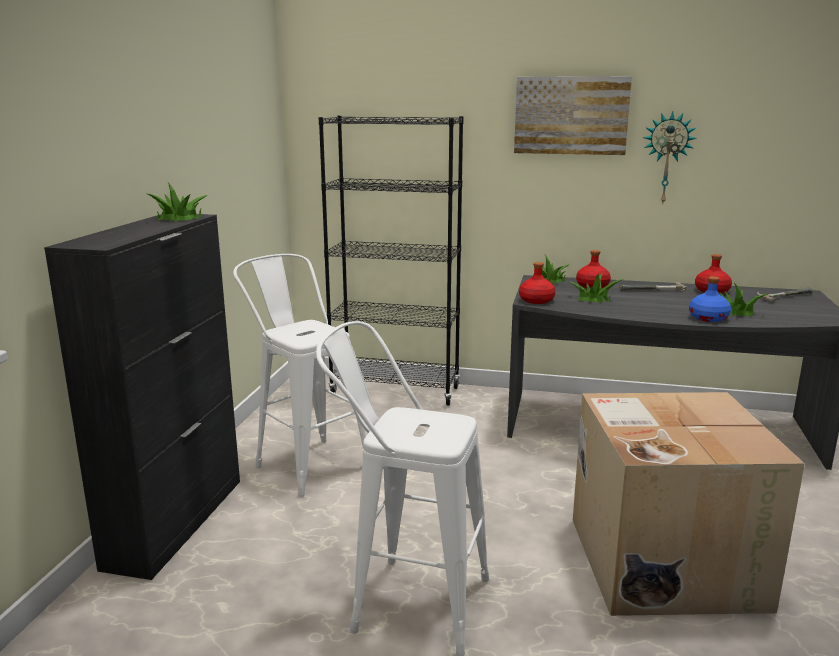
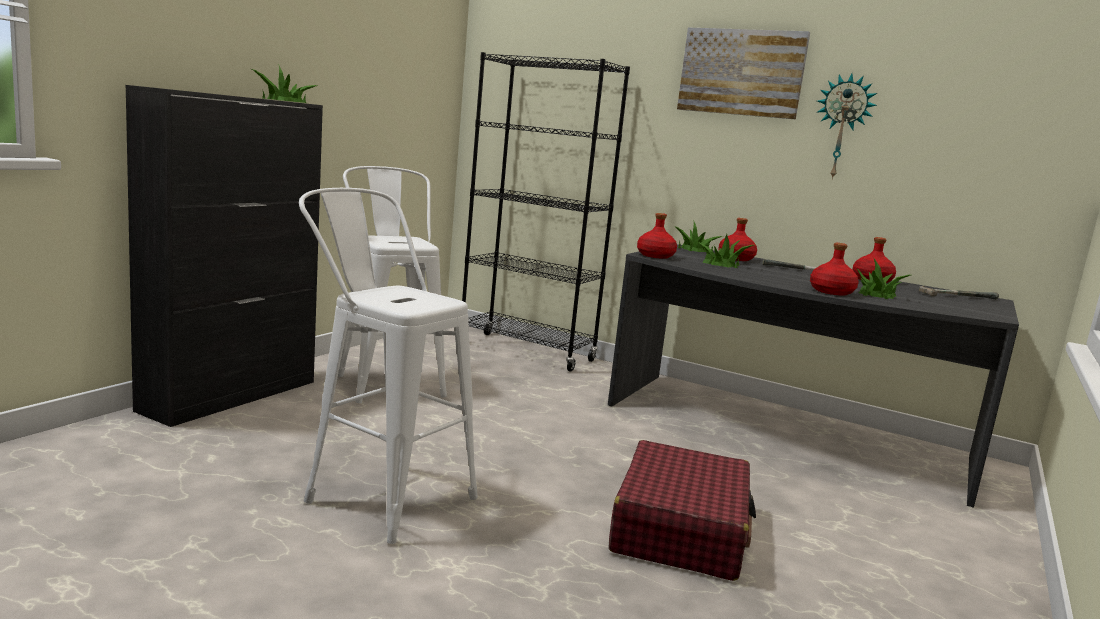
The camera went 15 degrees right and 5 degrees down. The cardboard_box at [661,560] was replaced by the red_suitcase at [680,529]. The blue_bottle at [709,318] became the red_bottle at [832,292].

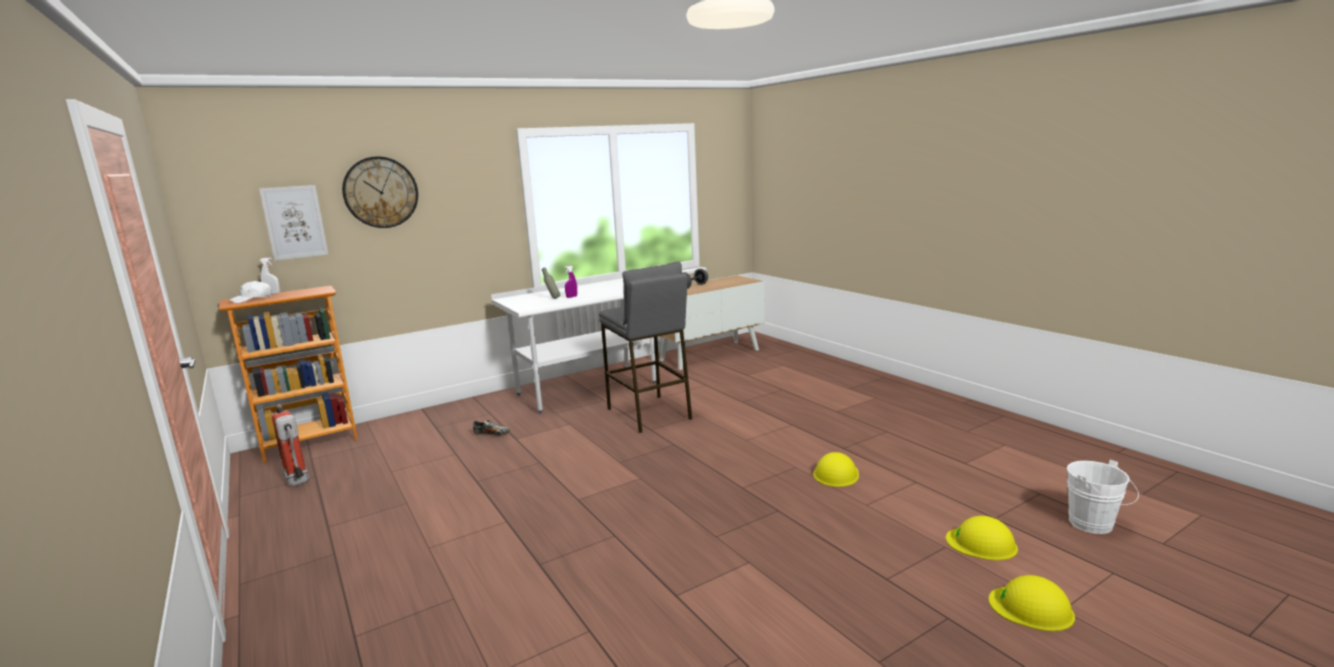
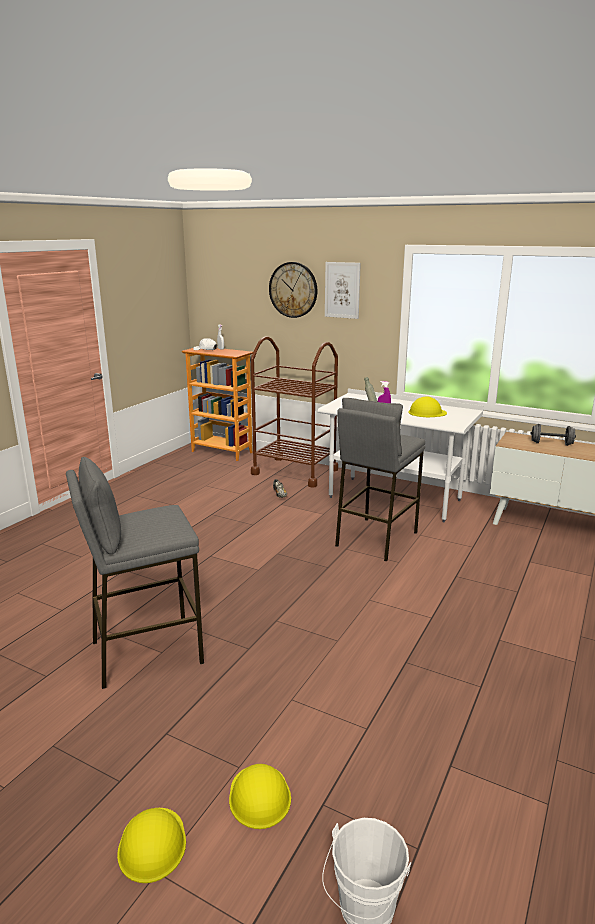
The camera went 60 degrees right and 5 degrees up. The picture moved from [294,222] to [342,290]. The fire_extinguisher at [298,482] disappeared. The yellow_hard_hat moved from [836,474] to [427,412]. The grey_stool at [146,651] appeared. The brown_cart at [295,472] appeared.

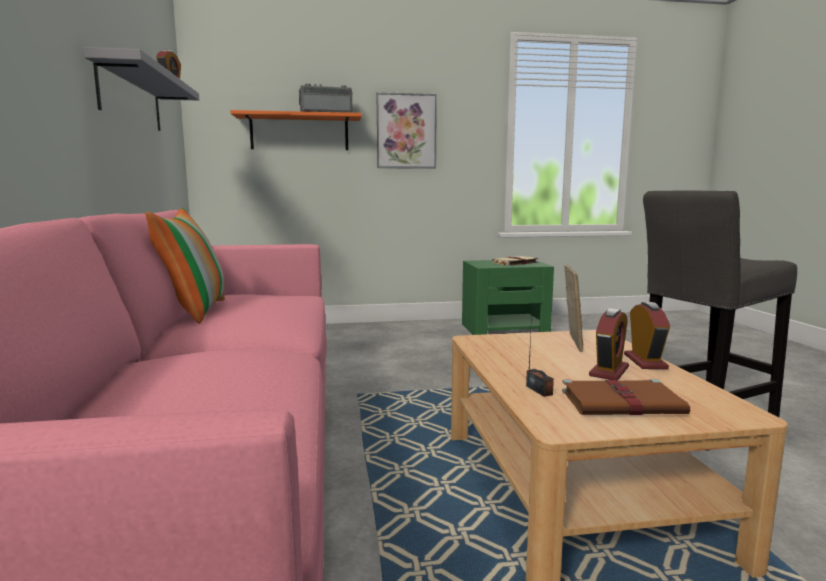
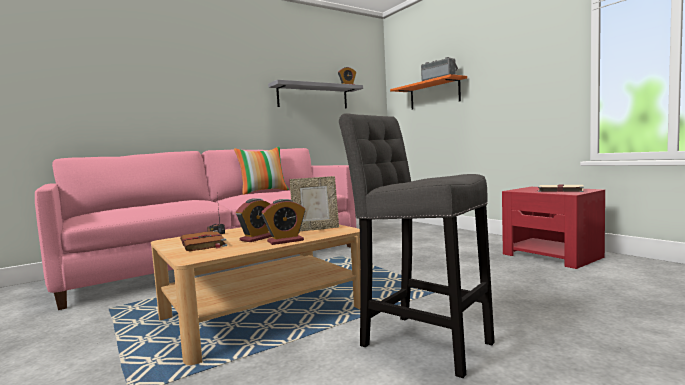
The camera went 65 degrees right and 5 degrees down. The picture at [406,131] disappeared. The green_nightstand at [505,329] became the red_nightstand at [552,255]. The alarm_clock at [609,371] turned 60 degrees counterclockwise.

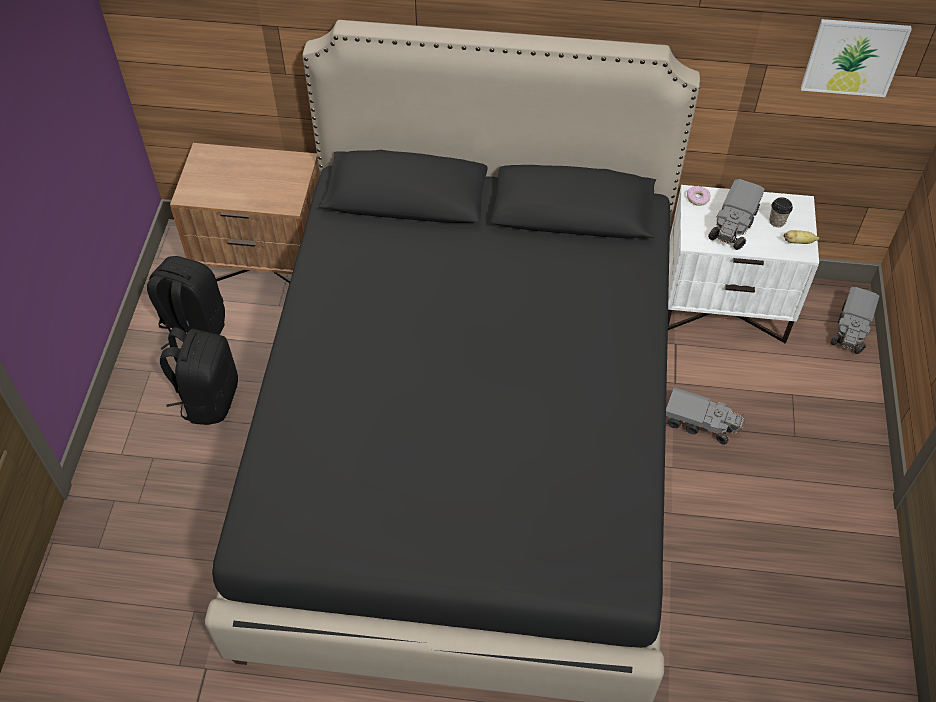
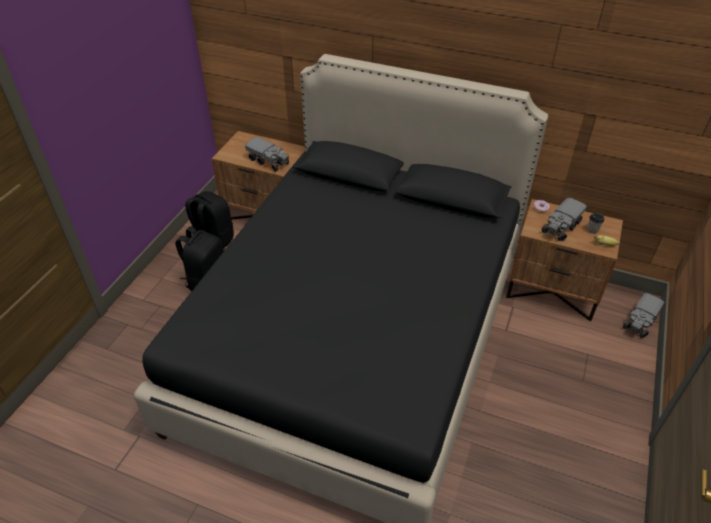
The camera went 15 degrees right and 10 degrees down. The toy_truck moved from [700,423] to [269,161]. The white_nightstand at [724,306] became the brown_nightstand at [552,291]. The picture at [854,57] disappeared.

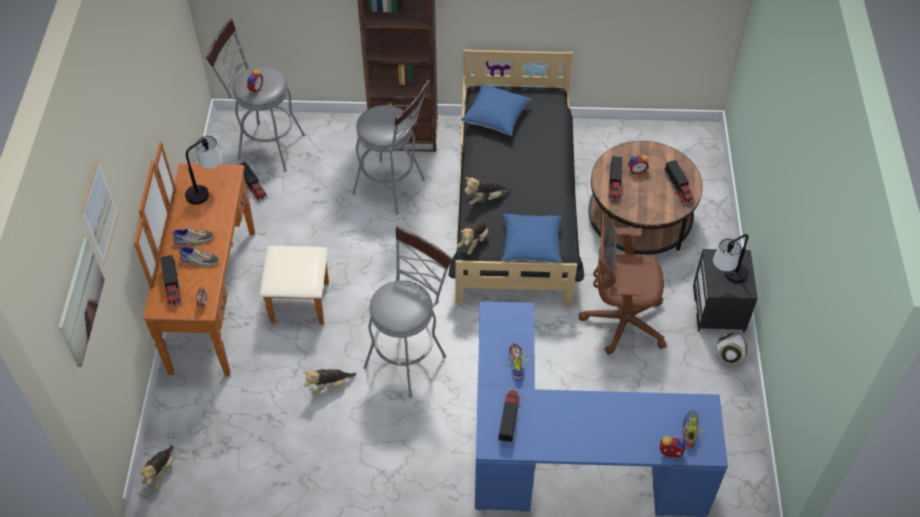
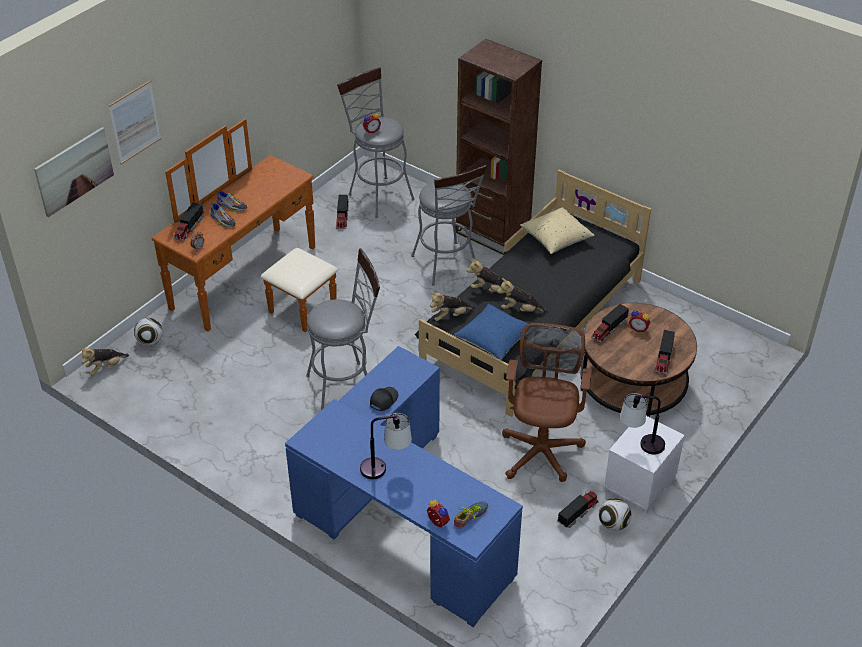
The camera went 35 degrees right and 10 degrees down. The table_lamp moved from [206,189] to [385,468]. The plush_toy moved from [329,386] to [520,310]. The blue_pillow at [496,118] became the beige_pillow at [556,239]. The toy_truck moved from [509,419] to [578,512]. The shoe at [516,363] was replaced by the black_cap at [383,400]. The brown_office_chair at [620,321] turned 60 degrees clockwise. The black_nightstand at [719,309] became the white_nightstand at [640,485]. The football at [150,341] appeared.

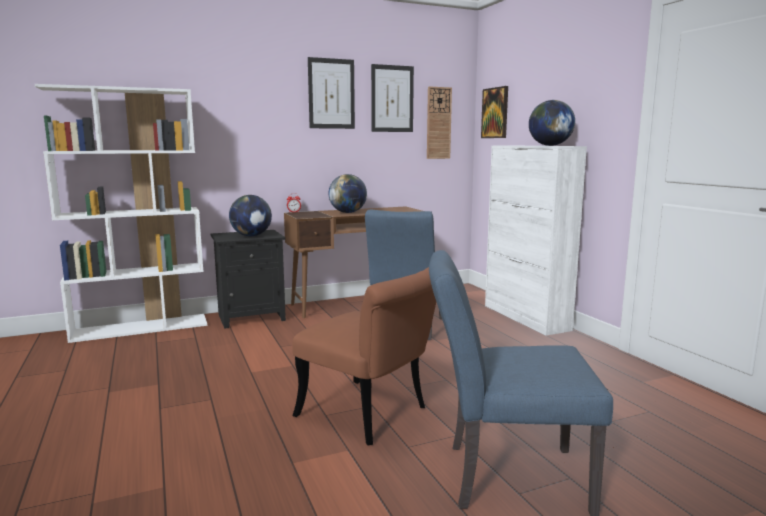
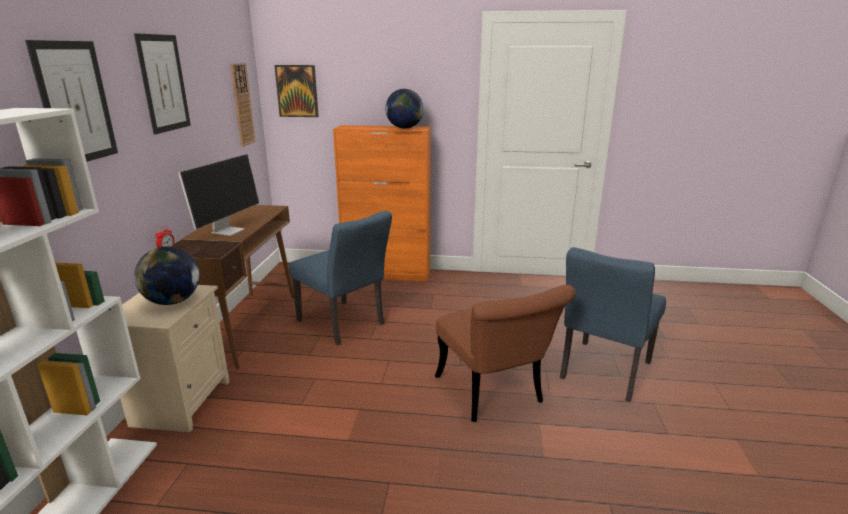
The camera went 60 degrees left and 10 degrees up. The black_nightstand at [252,317] became the beige_nightstand at [181,402]. The brown_chair at [373,415] turned 90 degrees clockwise. The globe at [348,212] was replaced by the monitor at [228,230]. The picture moved from [392,99] to [75,103]. The white_cabinet at [526,317] became the orange_cabinet at [387,274].

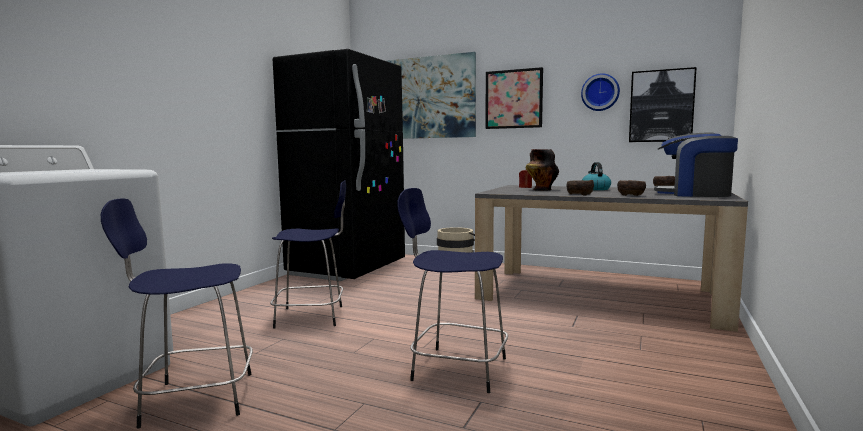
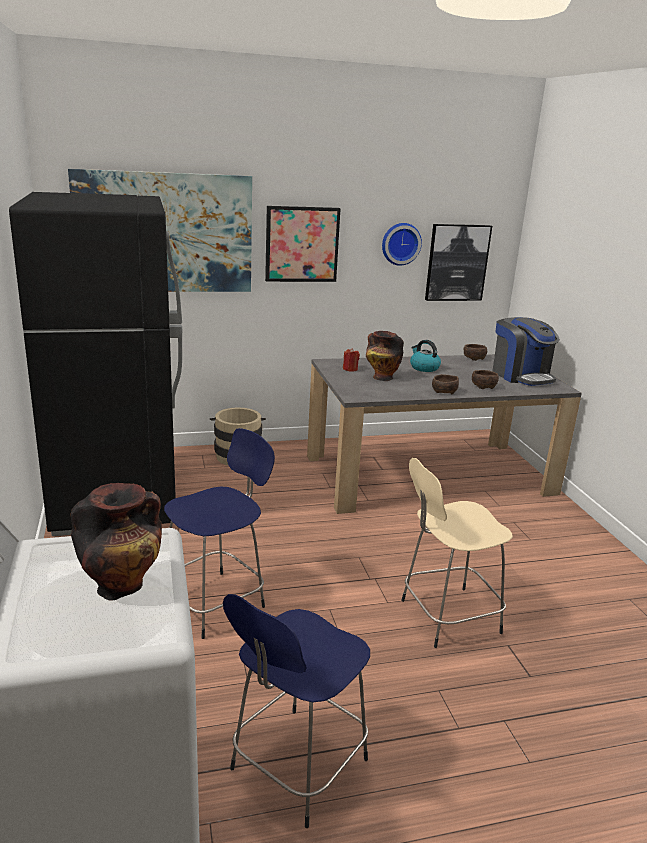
The camera went 40 degrees left and 15 degrees up. The blue_stool at [456,368] became the beige_stool at [446,617]. The coffee_machine at [693,194] turned 105 degrees counterclockwise. The vase at [123,585] appeared.

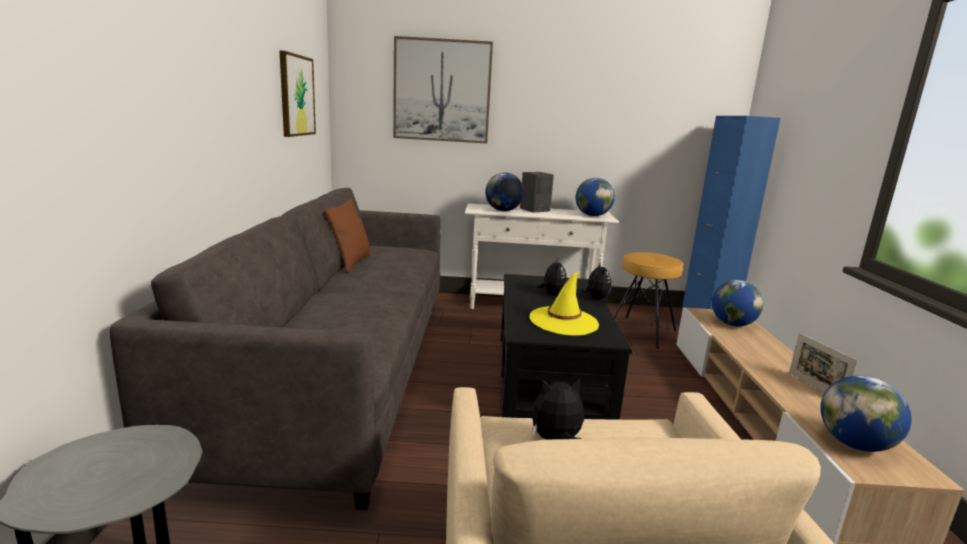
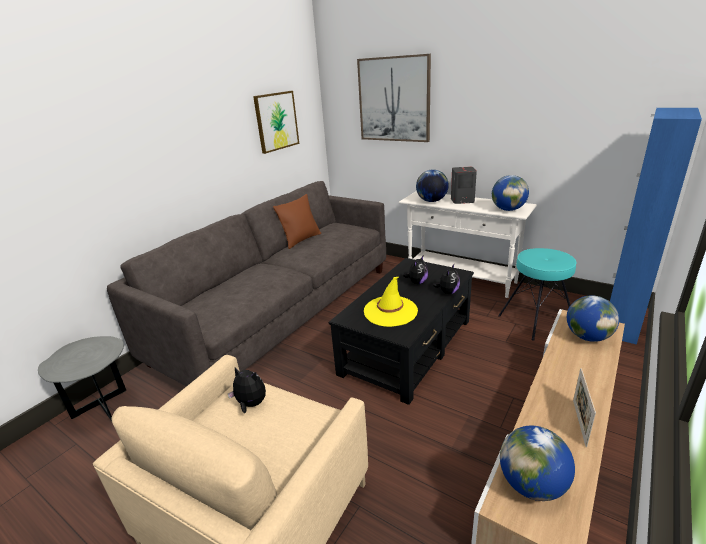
The camera went 35 degrees right and 10 degrees up. The brown_stool at [641,332] became the turquoise_stool at [536,320].

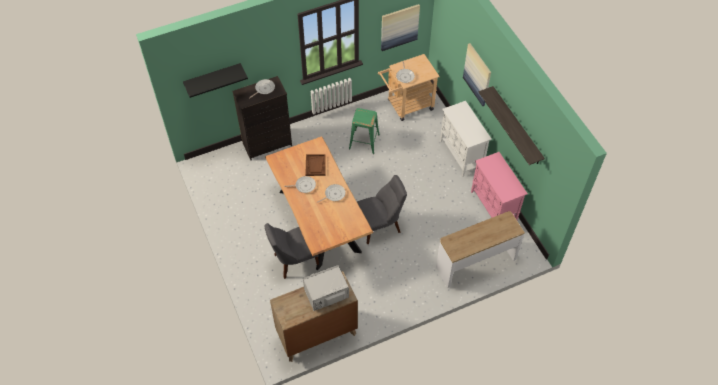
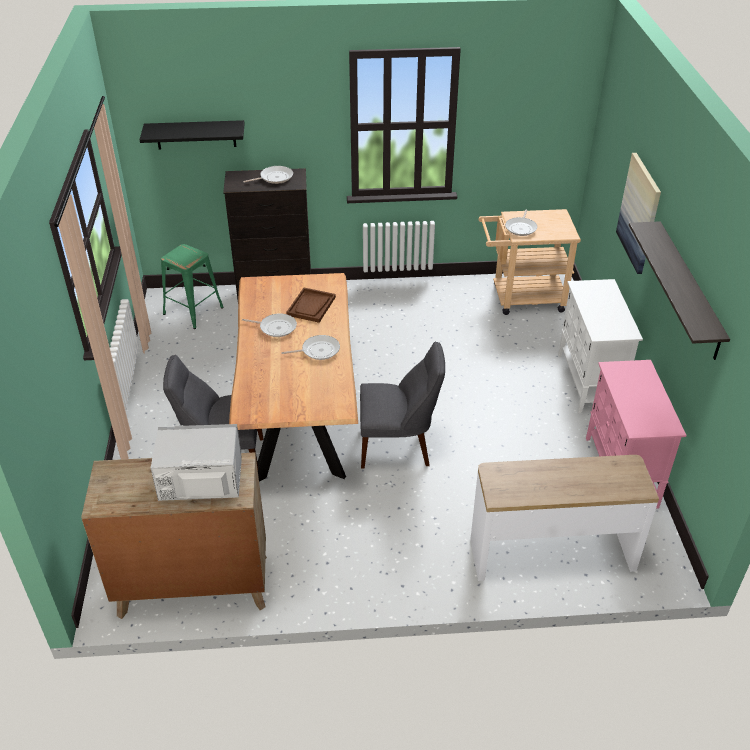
The camera went 20 degrees right and 15 degrees down. The green_stool moved from [364,141] to [193,310]. The picture at [399,27] disappeared.

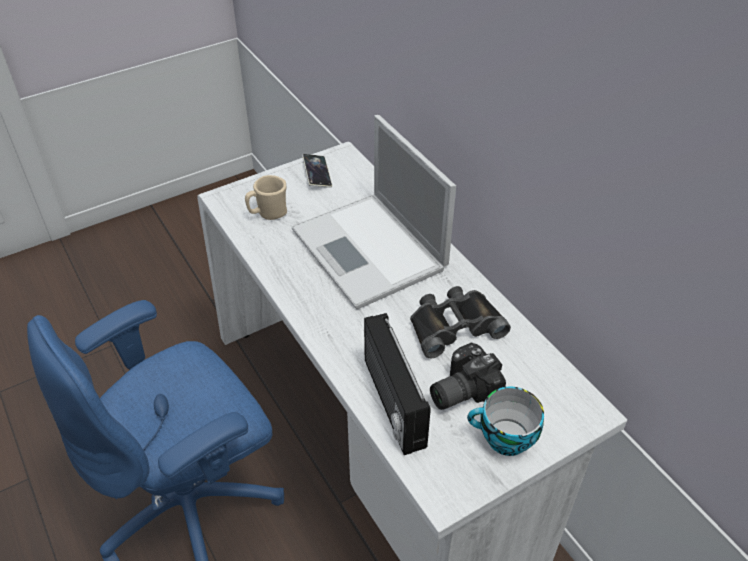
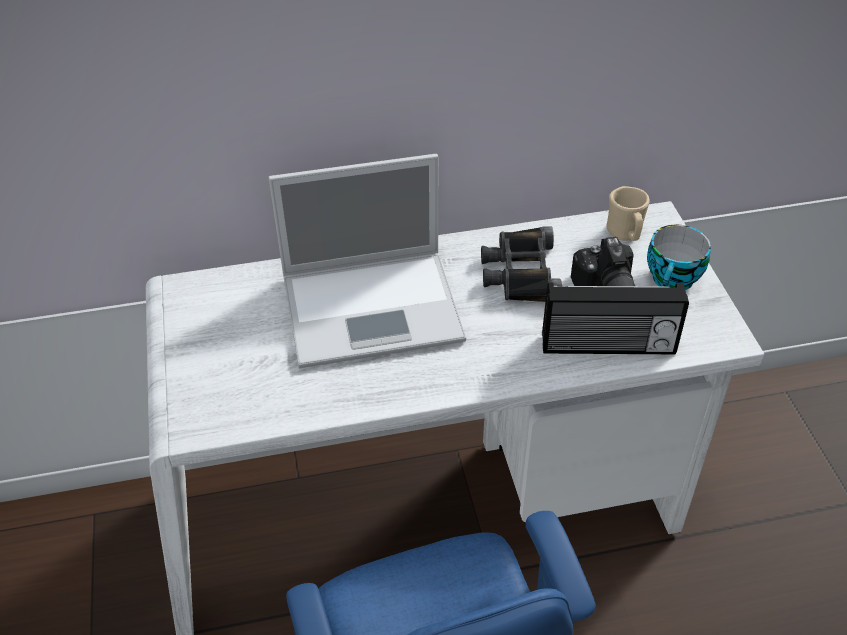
The camera went 70 degrees left and 0 degrees up. The beige_mug moved from [268,213] to [625,235]. The phone at [317,173] disappeared.

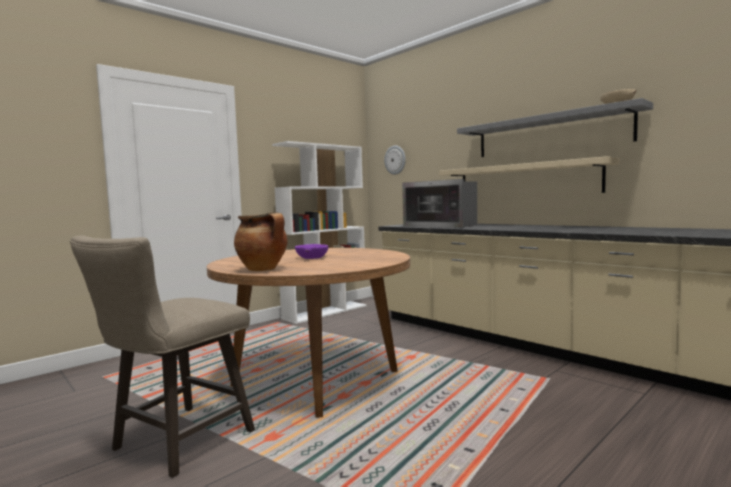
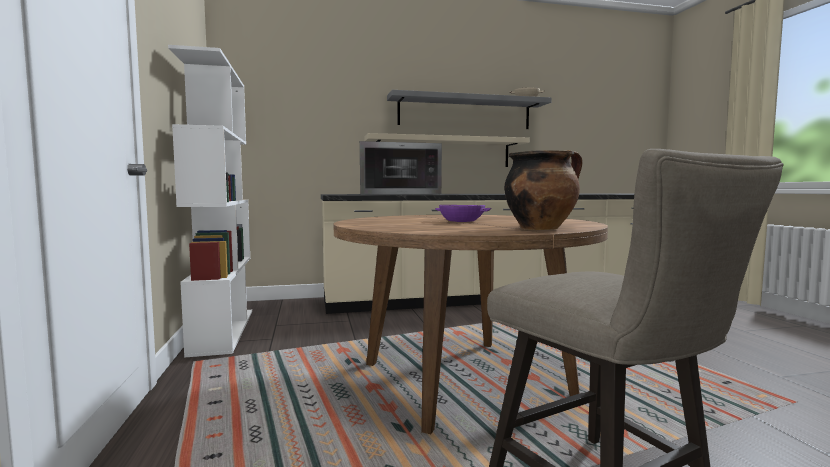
The camera went 60 degrees left and 0 degrees up. The wall_clock at [395,160] disappeared.

